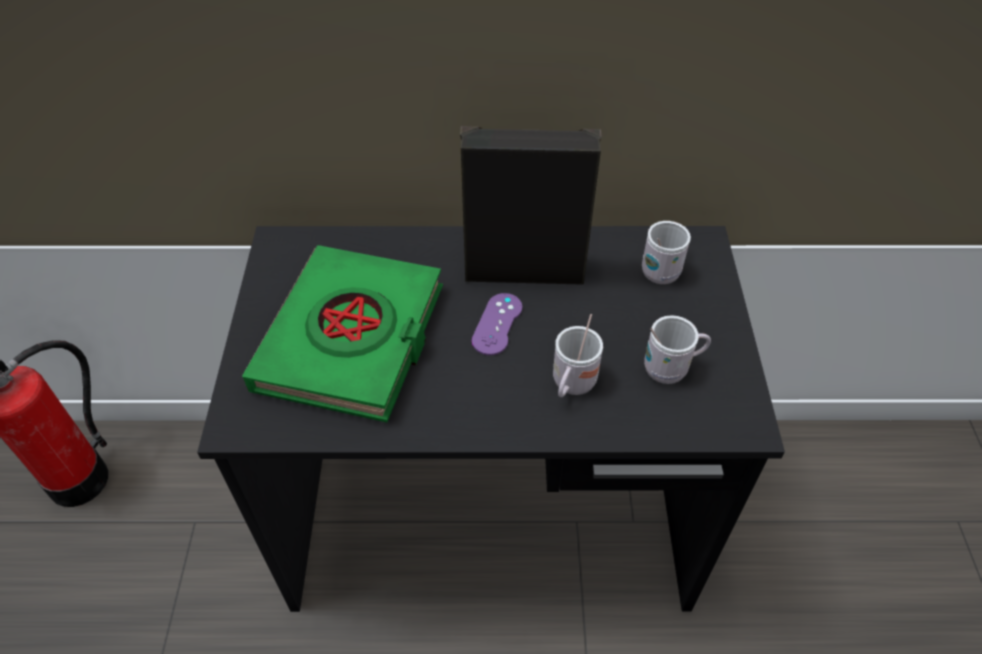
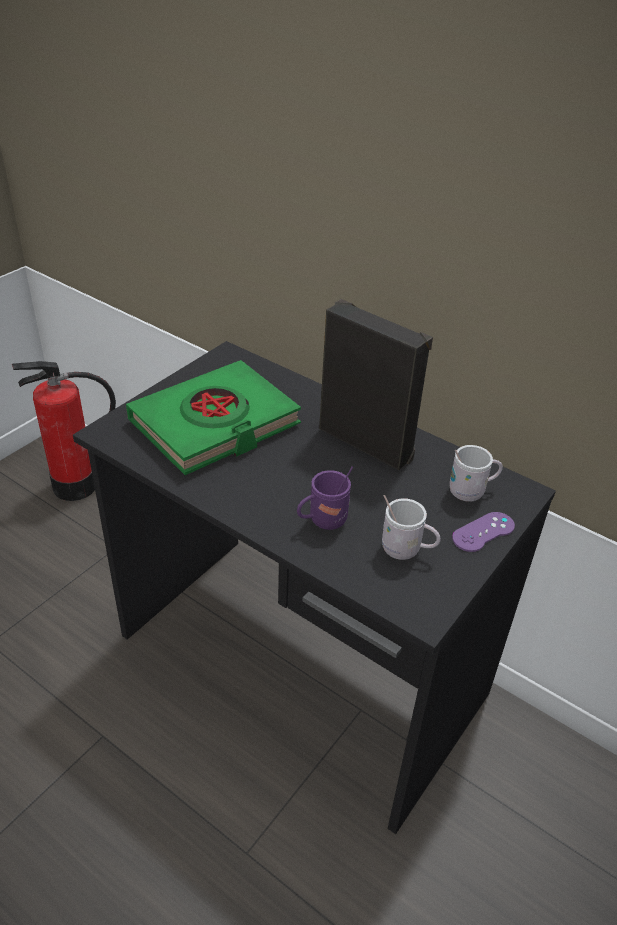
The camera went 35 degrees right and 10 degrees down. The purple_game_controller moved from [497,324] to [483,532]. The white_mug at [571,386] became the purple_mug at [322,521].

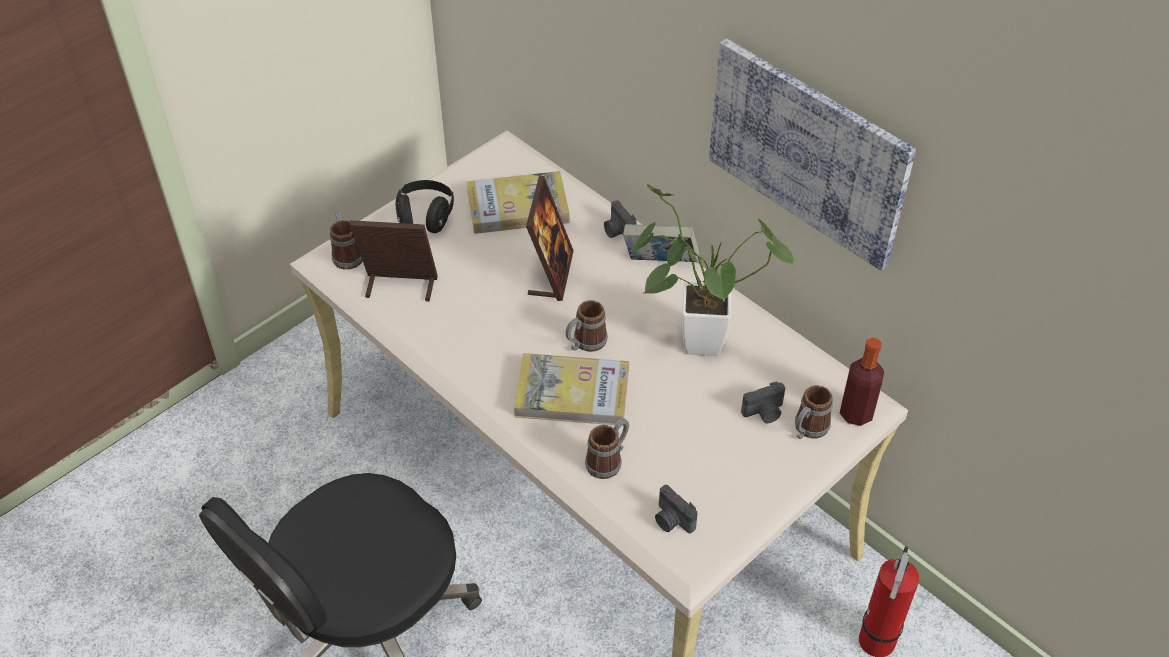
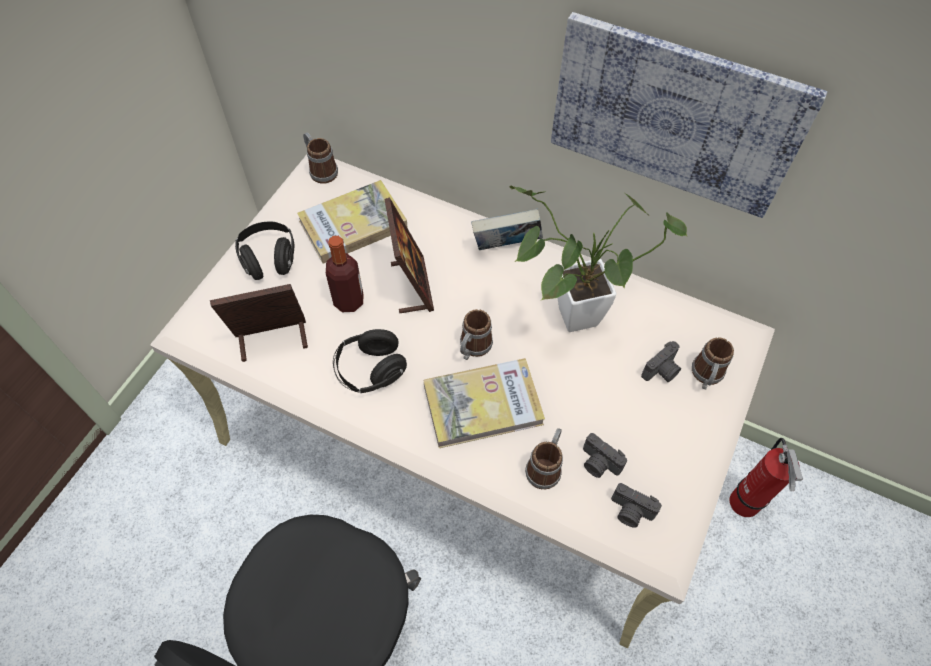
The camera went 20 degrees left and 10 degrees up. The mug moved from [346,254] to [320,170]. The photo_camera moved from [618,232] to [598,464]. The bottle moved from [856,413] to [349,301]. The black_headphones at [370,371] appeared.

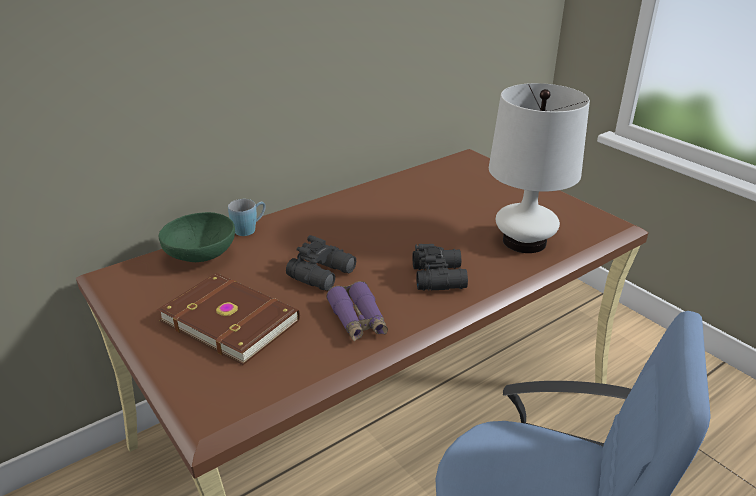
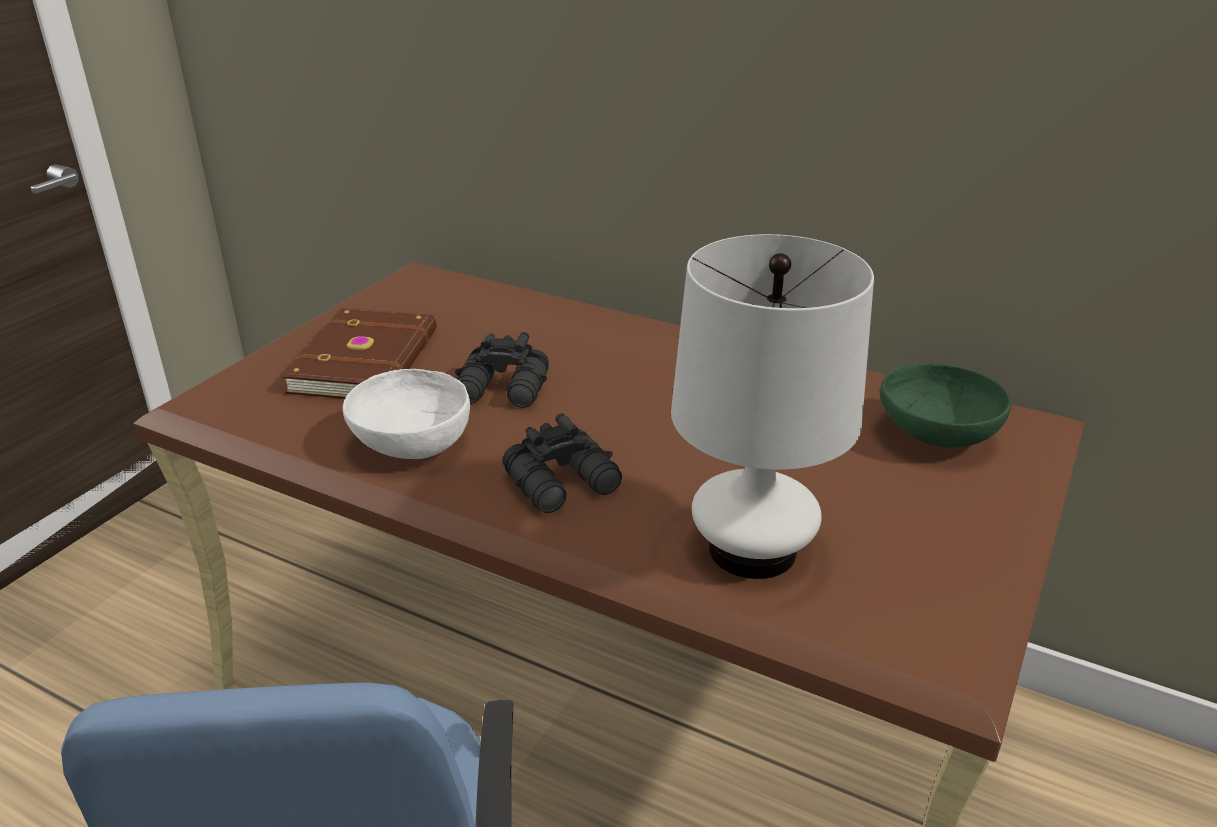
The camera went 65 degrees right and 0 degrees up. The green_bowl moved from [201,256] to [936,436]. The blue_mug at [249,229] disappeared. The purple_binoculars at [358,320] was replaced by the white_bowl at [411,443].

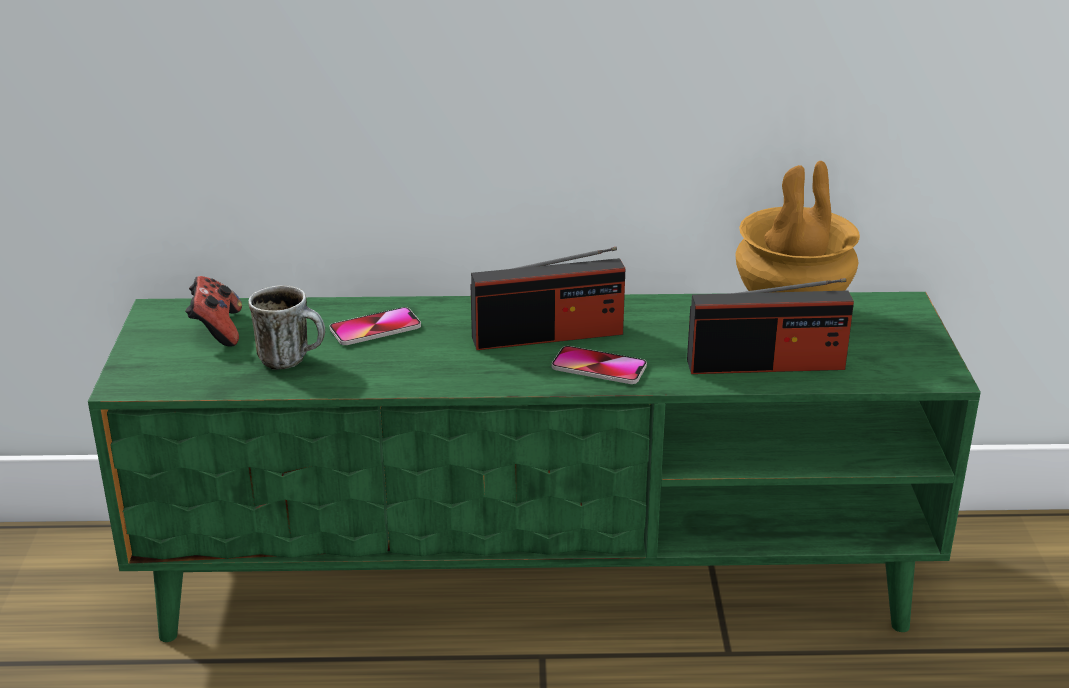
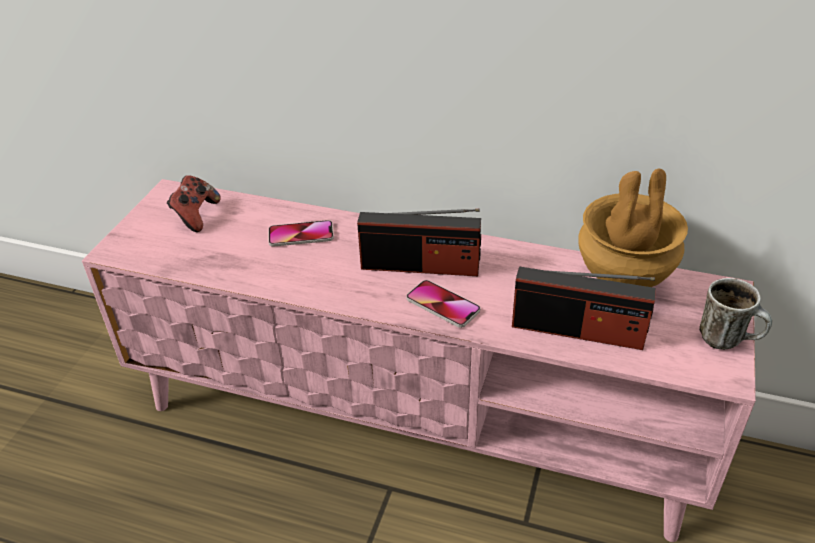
The camera went 20 degrees right and 10 degrees up. The green_tv_stand at [537,580] became the pink_tv_stand at [414,422]. The mug moved from [292,360] to [728,340].

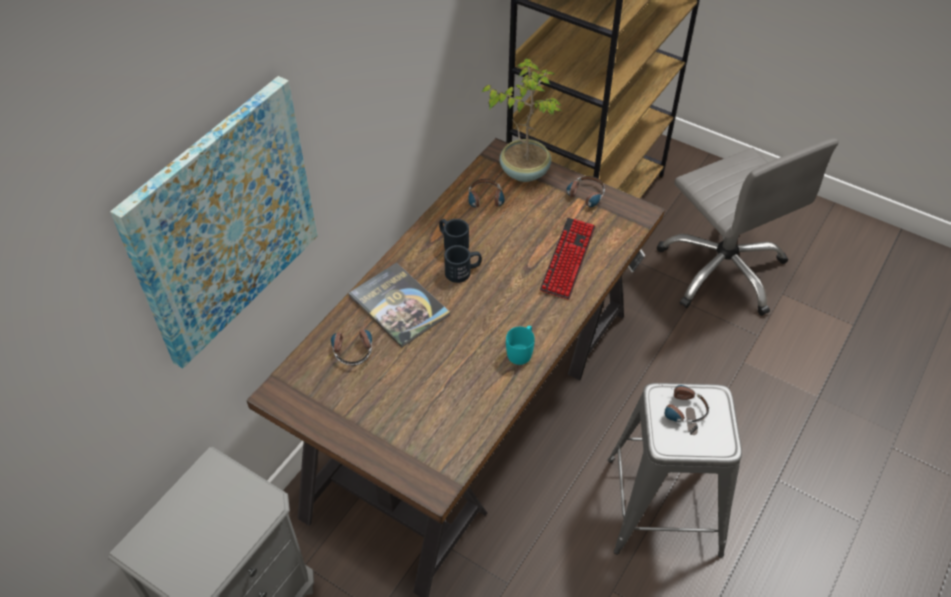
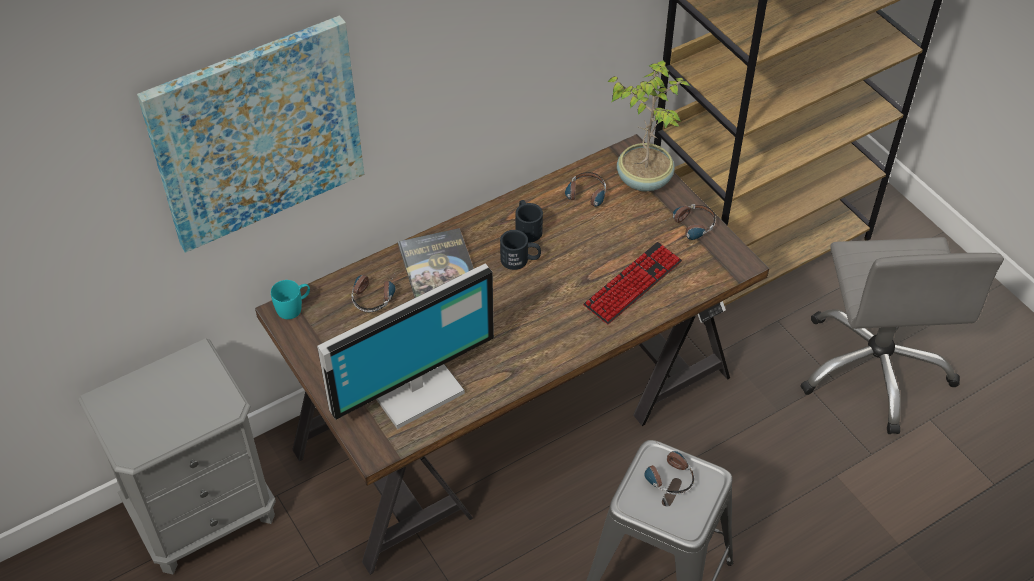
The camera went 25 degrees right and 0 degrees up. The turquoise_mug moved from [521,351] to [294,307]. The monitor at [414,388] appeared.

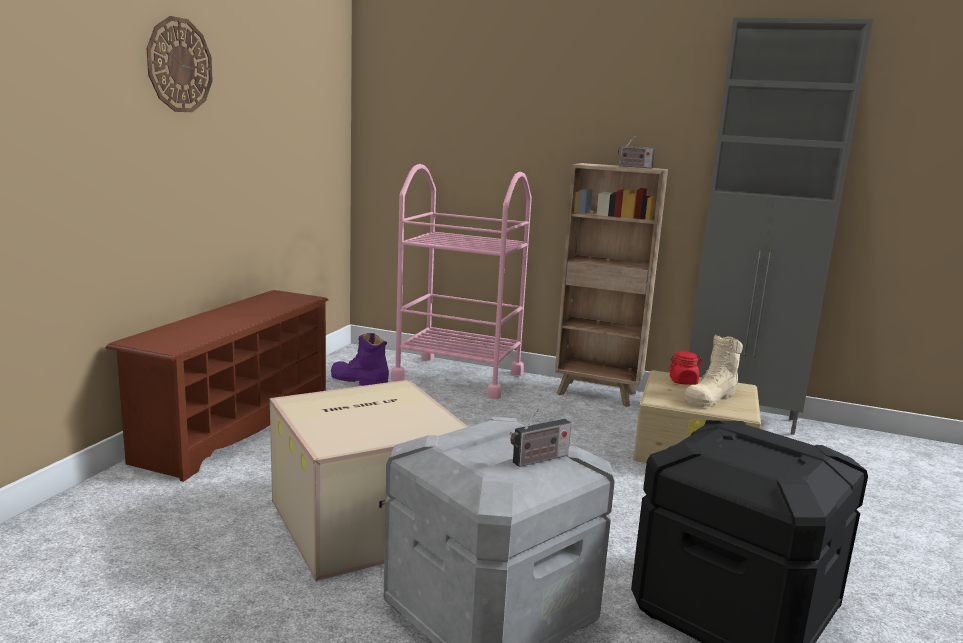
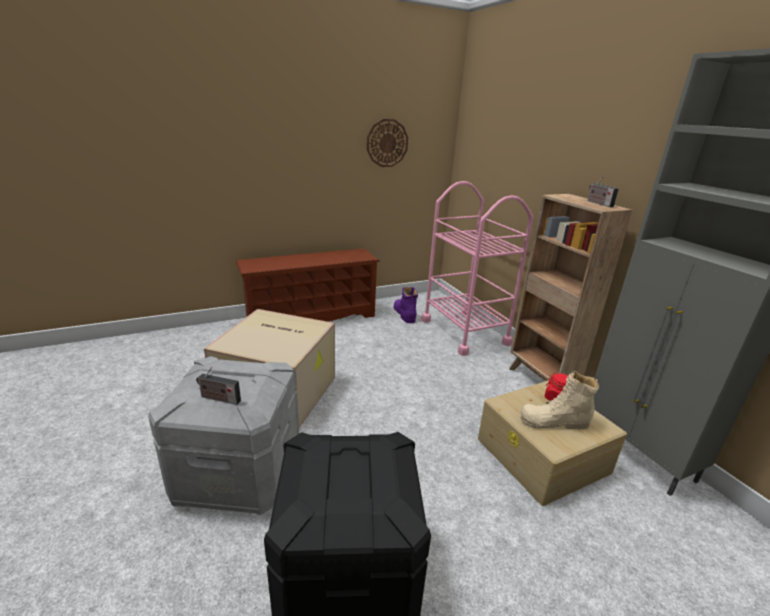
The camera went 45 degrees right and 10 degrees up. The wall_clock moved from [179,65] to [387,143].

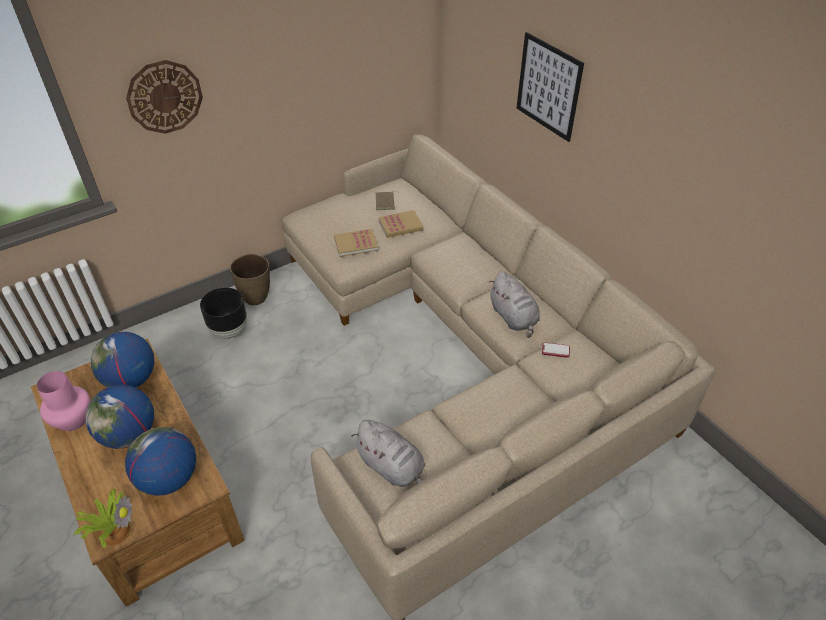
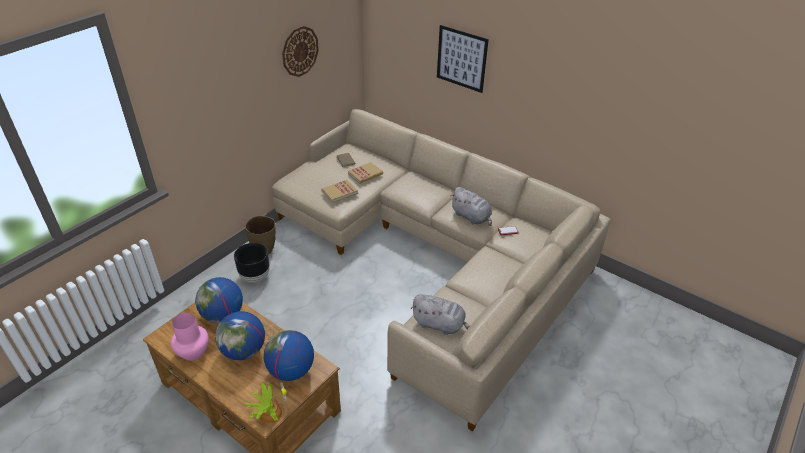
The camera went 20 degrees left and 5 degrees down. The wall_clock moved from [164,97] to [300,51].

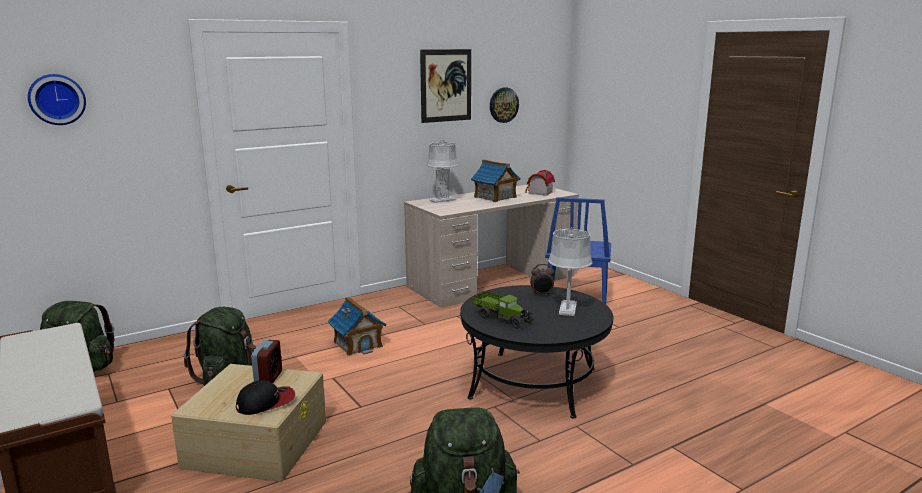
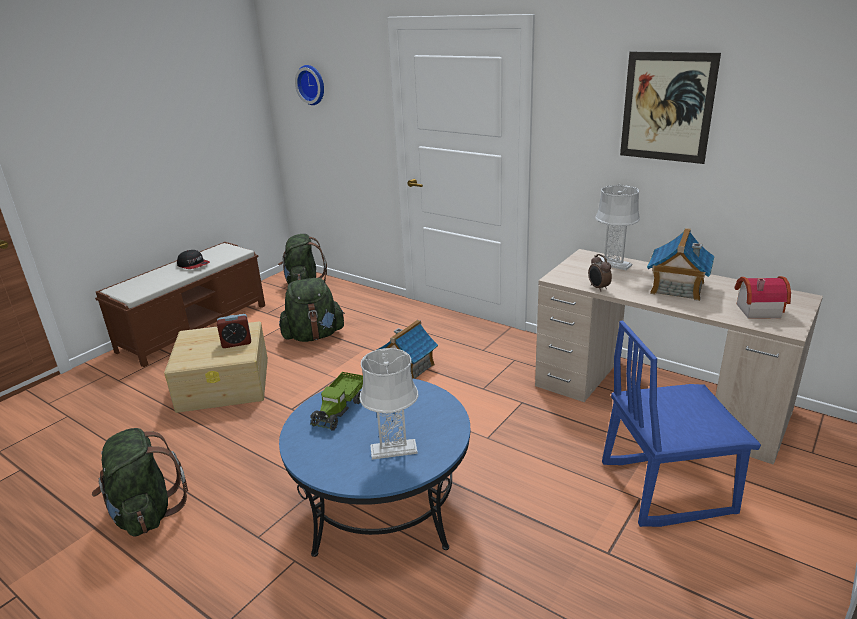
The camera went 70 degrees right and 10 degrees up. The cap moved from [266,402] to [194,265]. The black_coffee_table at [533,382] became the blue_coffee_table at [383,503]. The wall_clock at [503,105] disappeared. The alarm_clock moved from [541,294] to [598,288].

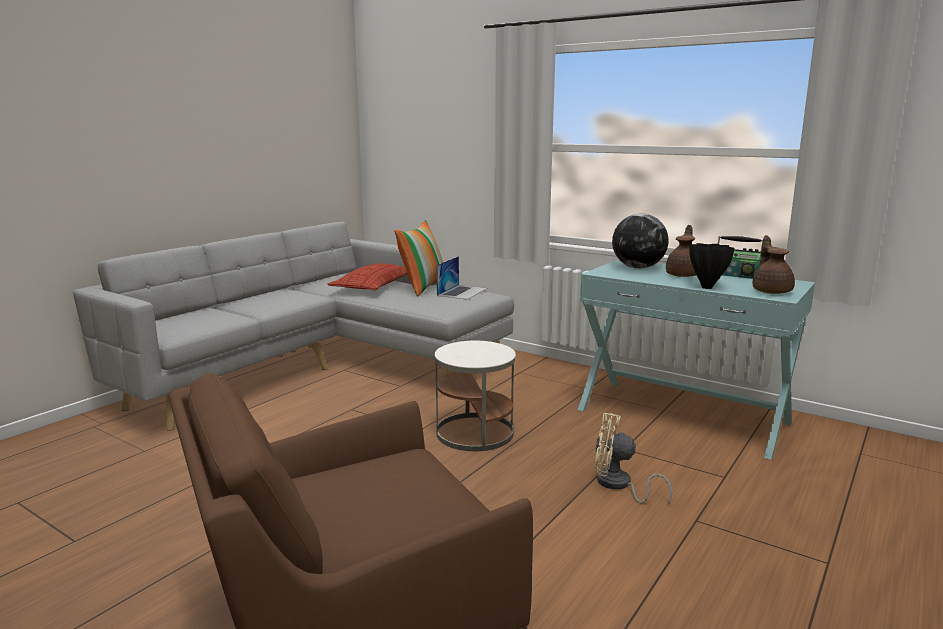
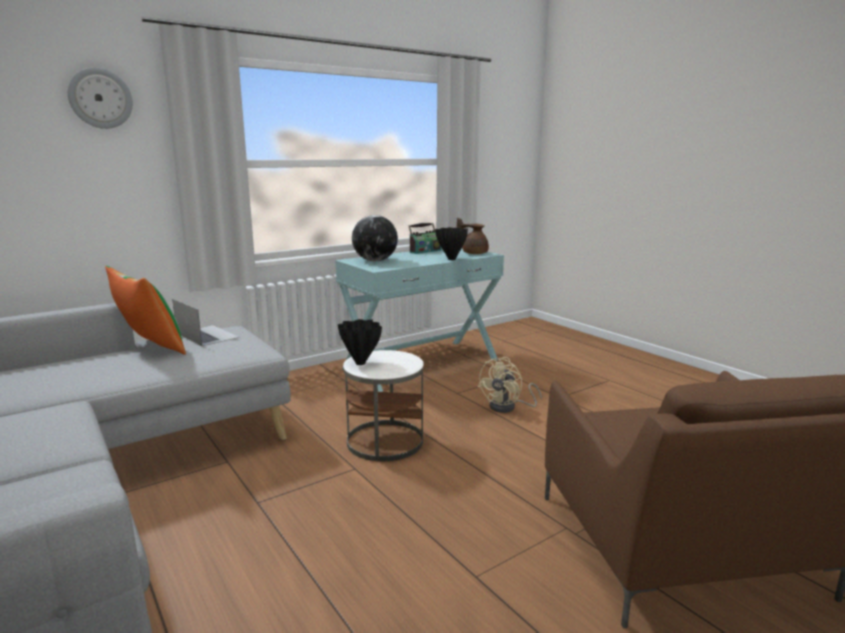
The camera went 70 degrees left and 0 degrees up. The pillow at [375,284] disappeared. The brown_teapot at [683,275] disappeared. The wall_clock at [100,98] appeared. The black_vase at [361,363] appeared.

